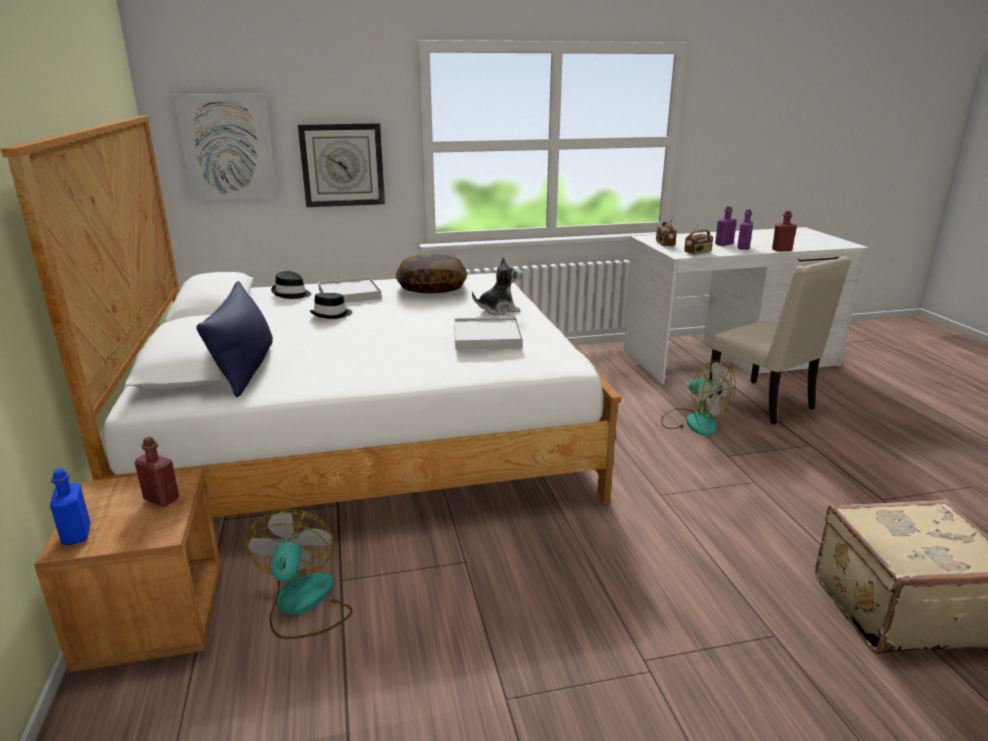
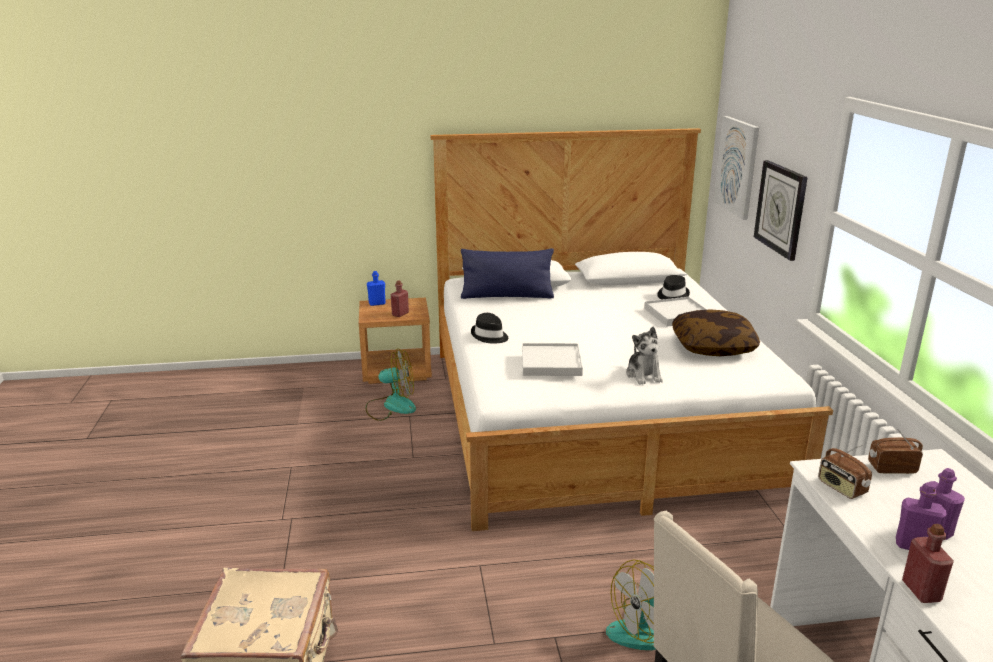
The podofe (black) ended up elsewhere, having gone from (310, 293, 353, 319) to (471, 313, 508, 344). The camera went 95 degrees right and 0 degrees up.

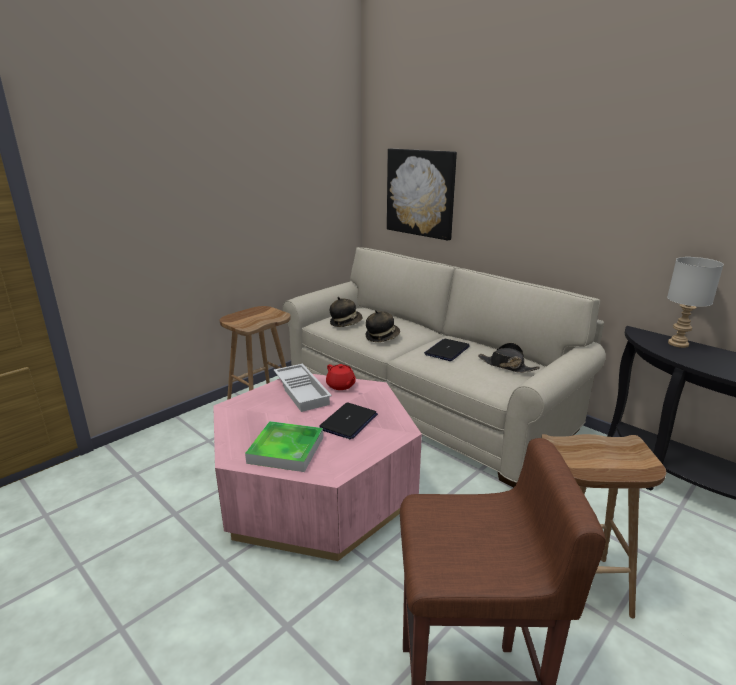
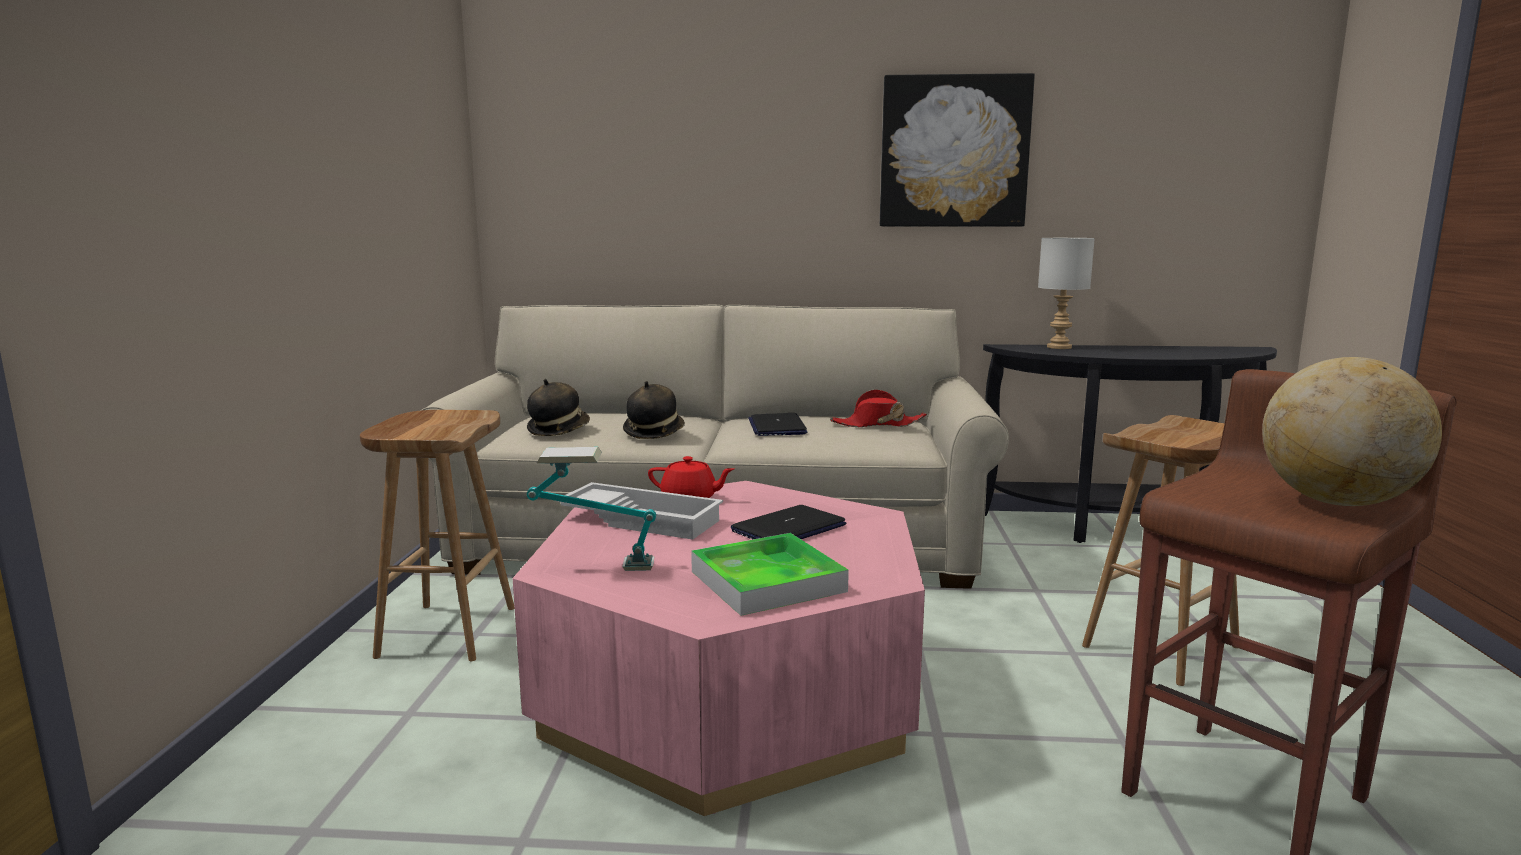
The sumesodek at (319, 402, 378, 440) ended up facing another way, 120 degrees counterclockwise from before. The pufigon ended up elsewhere, having gone from (387, 149, 457, 241) to (880, 73, 1035, 227). What was the podofe (black) at (478, 343, 540, 373) turned into the podofe (red) at (830, 390, 927, 427). The second view gained the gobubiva at (526, 447, 656, 571). The second view gained the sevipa at (1262, 357, 1442, 506). The camera went 40 degrees left and 10 degrees down.

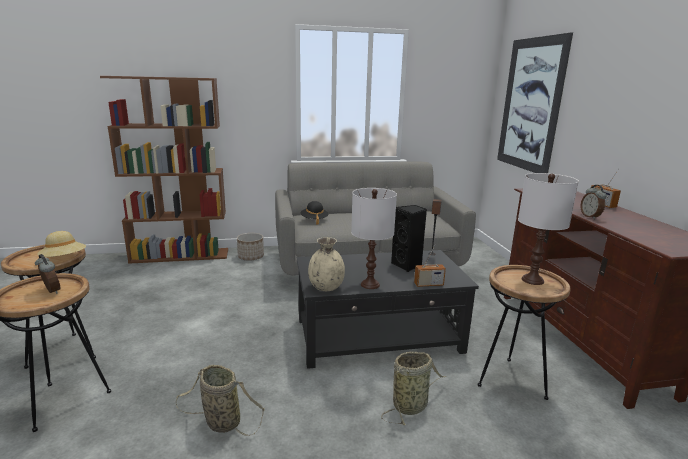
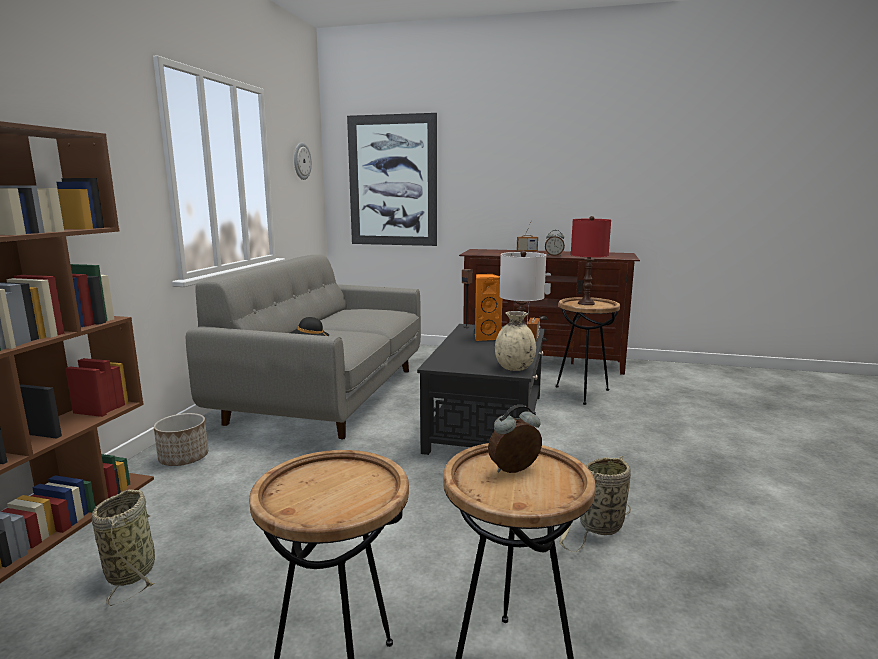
The second view lost the podofe (beige) at (37, 231, 86, 257). The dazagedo ended up elsewhere, having gone from (381, 352, 447, 425) to (92, 490, 155, 606). What was the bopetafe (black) at (391, 205, 427, 272) turned into the bopetafe (orange) at (475, 274, 502, 341). What was the gobubiva (white) at (518, 173, 579, 285) turned into the gobubiva (red) at (571, 216, 611, 305). The second view gained the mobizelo at (294, 142, 312, 180). The camera went 65 degrees left and 5 degrees down.

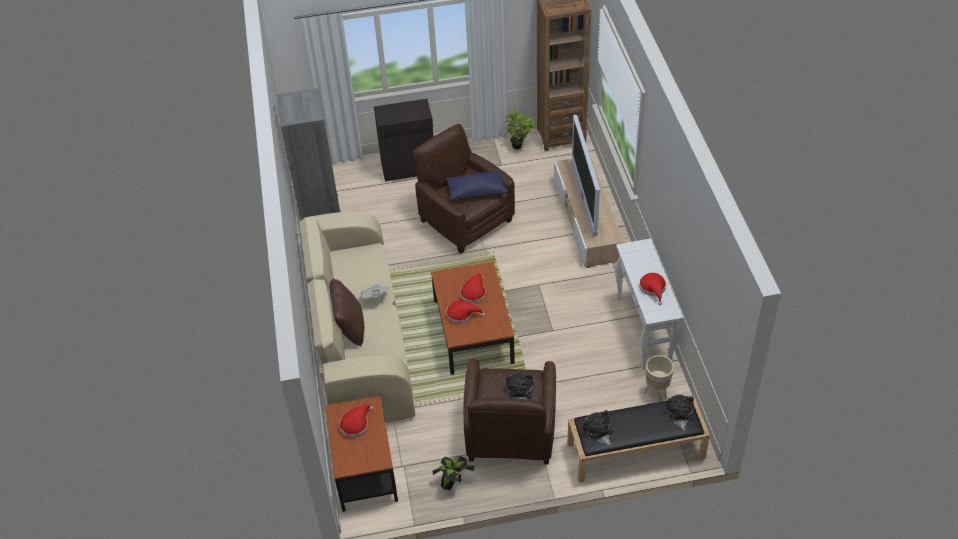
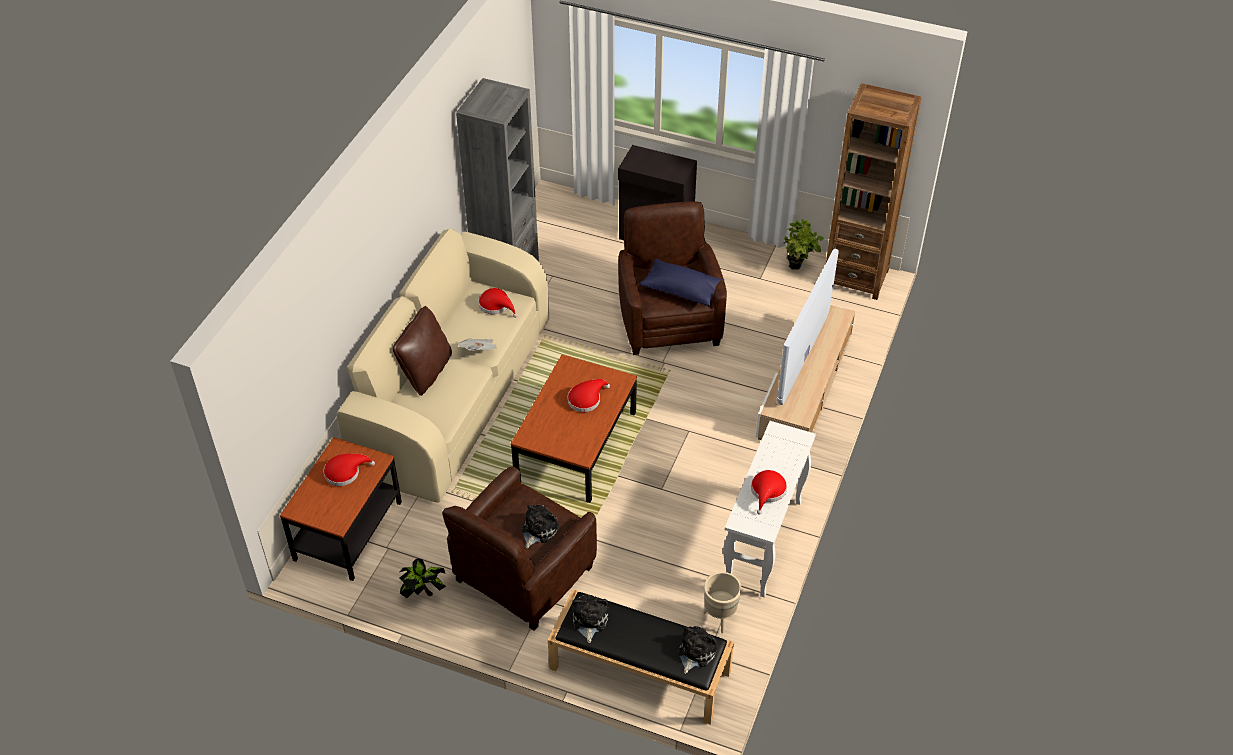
The podofe (red) ended up elsewhere, having gone from (446, 300, 485, 324) to (478, 288, 518, 318). The camera went 30 degrees right and 0 degrees up.

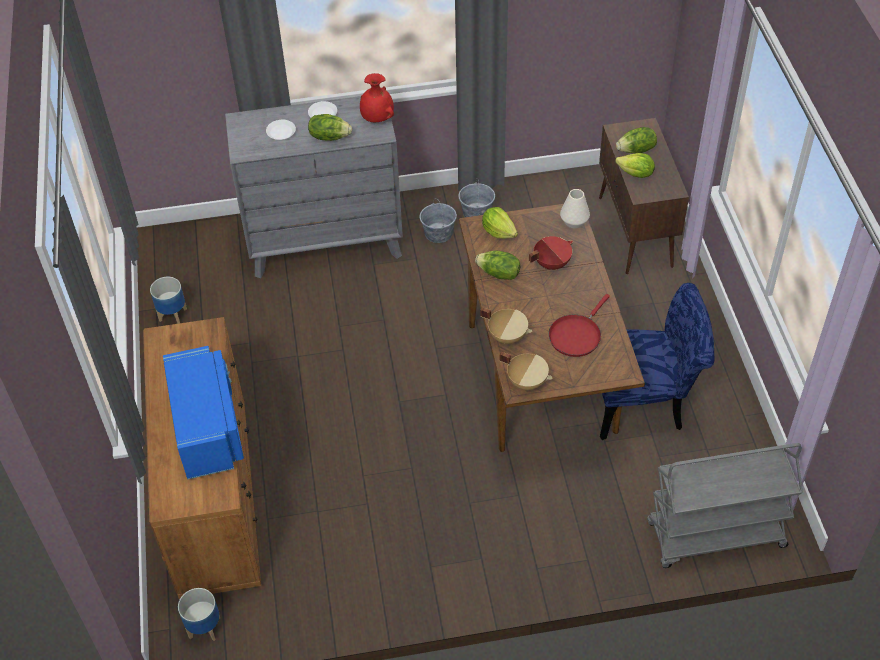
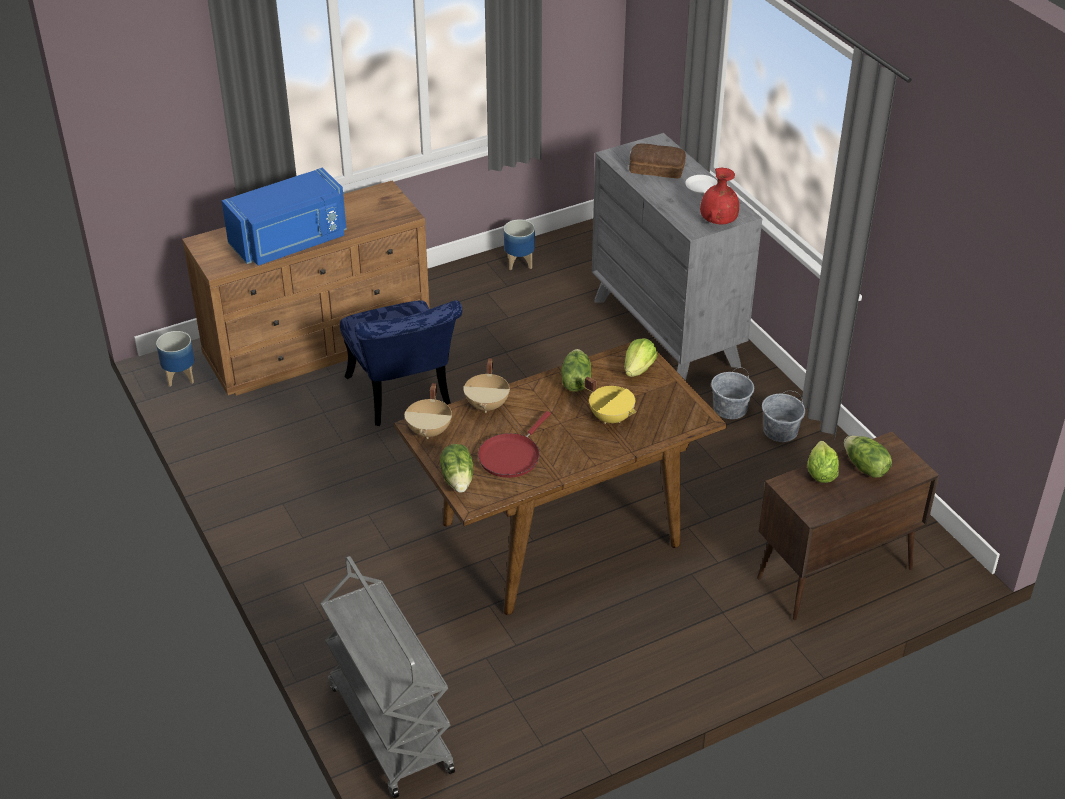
Where the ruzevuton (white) stood at (266, 120, 296, 140), the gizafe came to stand at (629, 144, 686, 178). The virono ended up elsewhere, having gone from (308, 114, 352, 141) to (440, 444, 473, 493). What was the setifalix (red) at (529, 236, 573, 270) turned into the setifalix (yellow) at (584, 376, 636, 424). The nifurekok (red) at (548, 294, 610, 357) ended up facing another way, 75 degrees counterclockwise from before. The second view lost the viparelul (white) at (560, 189, 590, 229). The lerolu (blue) ended up elsewhere, having gone from (600, 283, 714, 440) to (340, 300, 462, 426). The camera went 70 degrees right and 10 degrees down.

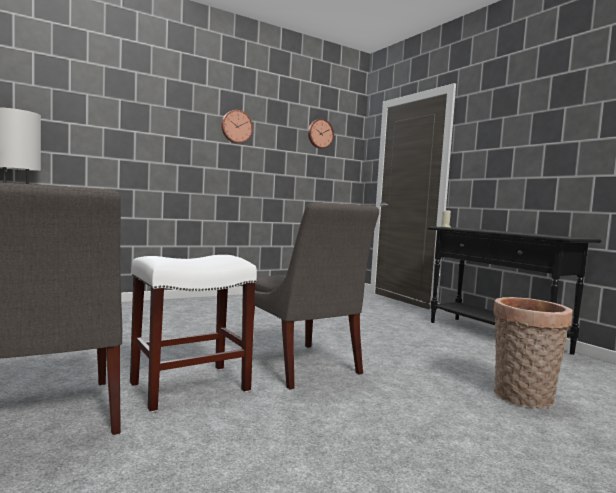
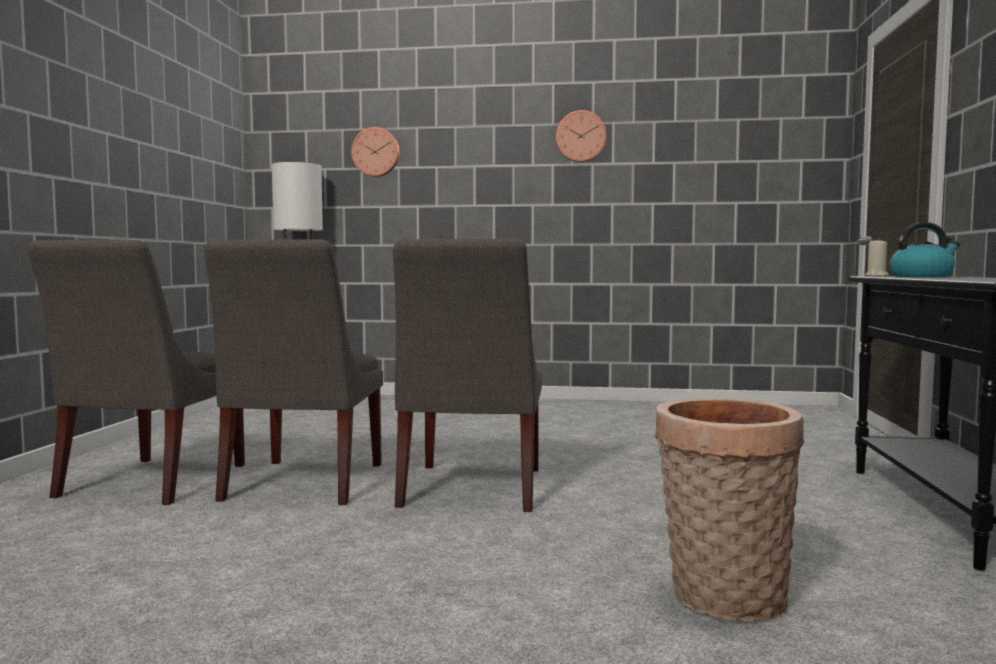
Where the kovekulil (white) stood at (130, 255, 257, 413), the lerolu (grey) came to stand at (204, 240, 383, 505). The mobizelo ended up elsewhere, having gone from (308, 119, 334, 149) to (351, 127, 399, 177). The second view gained the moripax at (890, 222, 960, 277). The camera went 40 degrees right and 0 degrees up.

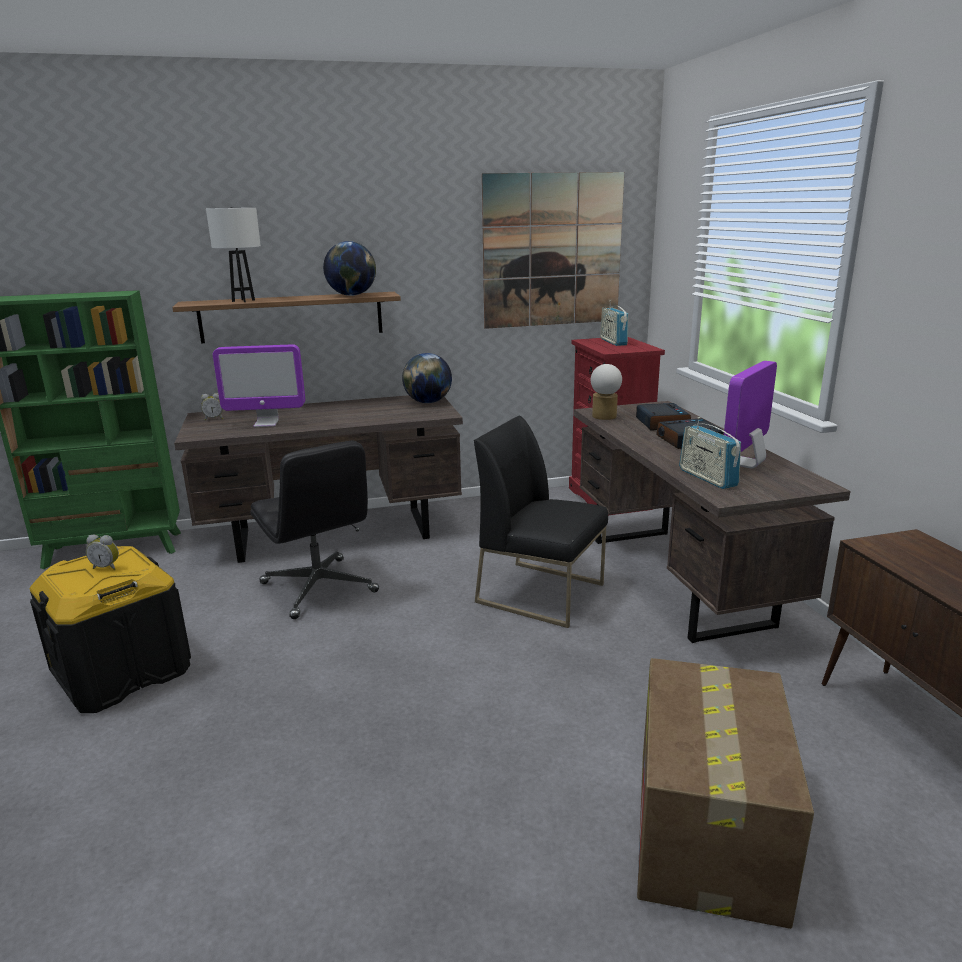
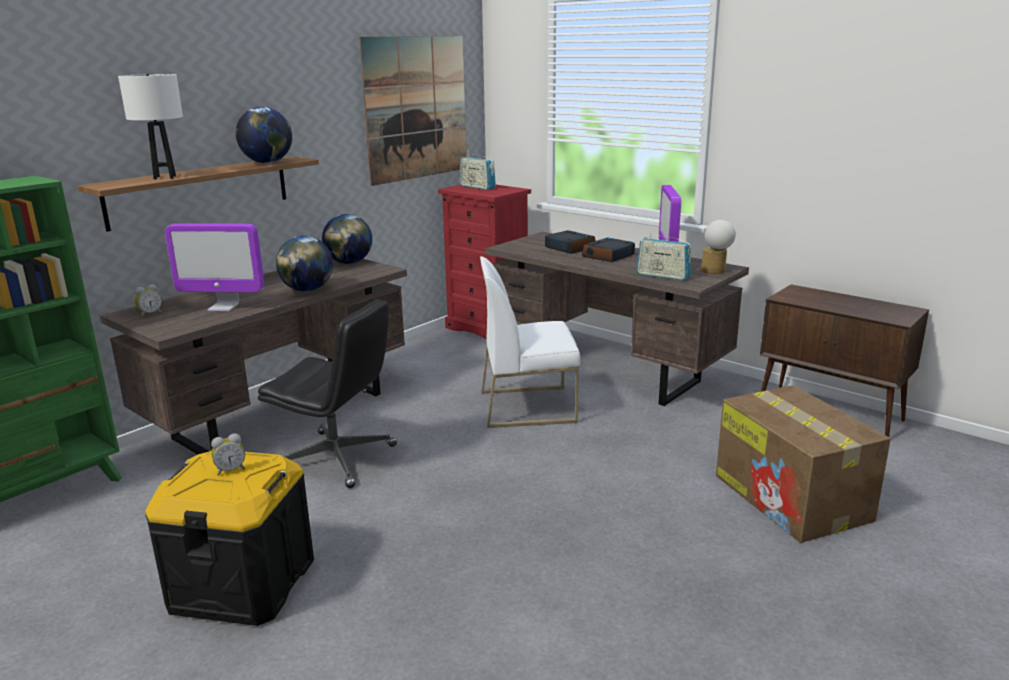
The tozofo at (213, 345, 305, 427) ended up facing another way, 45 degrees clockwise from before. What was the lerolu (black) at (474, 416, 608, 628) turned into the lerolu (white) at (480, 256, 580, 428). The gobubiva ended up elsewhere, having gone from (591, 364, 622, 420) to (701, 220, 736, 274). The second view gained the sevipa at (276, 236, 333, 292). The camera went 35 degrees left and 0 degrees up.

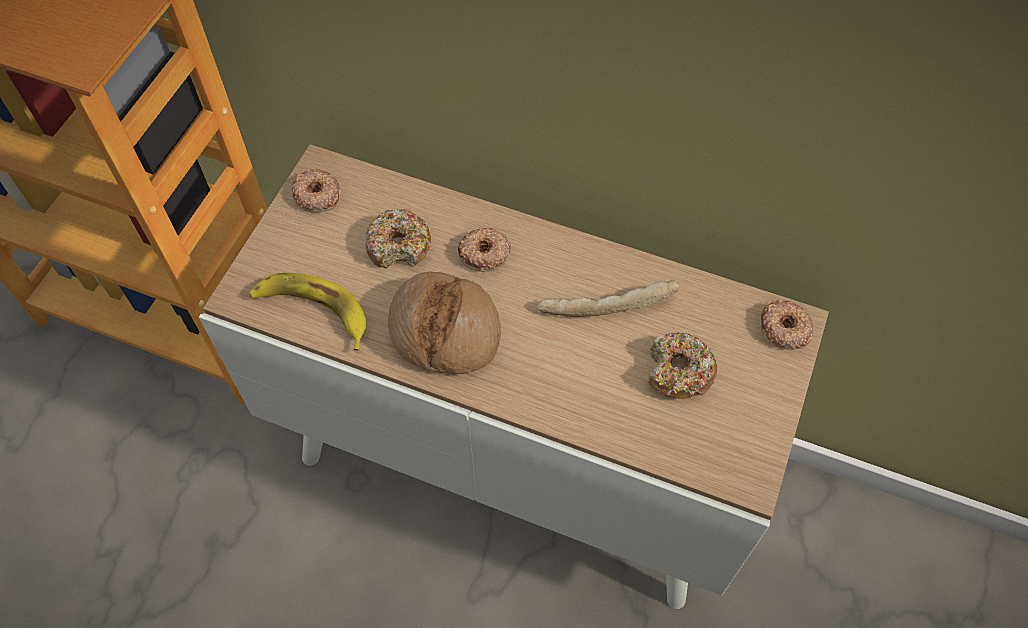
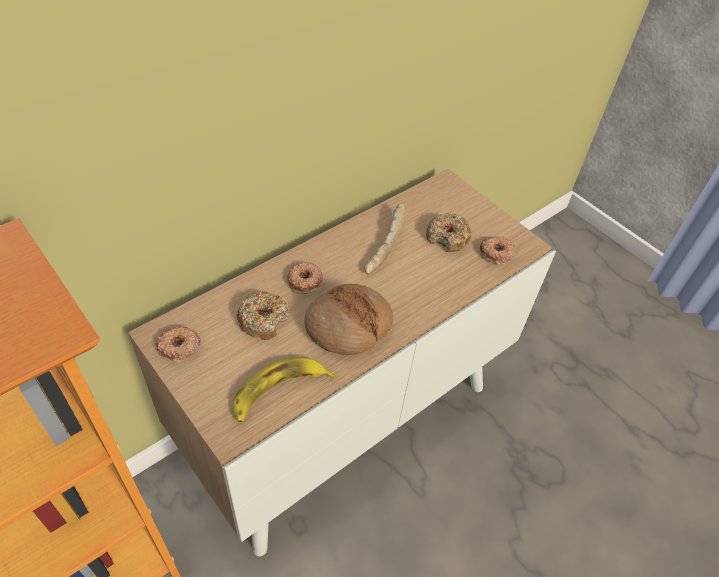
The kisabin ended up elsewhere, having gone from (760, 299, 813, 350) to (479, 236, 516, 264). The camera went 65 degrees left and 10 degrees down.

